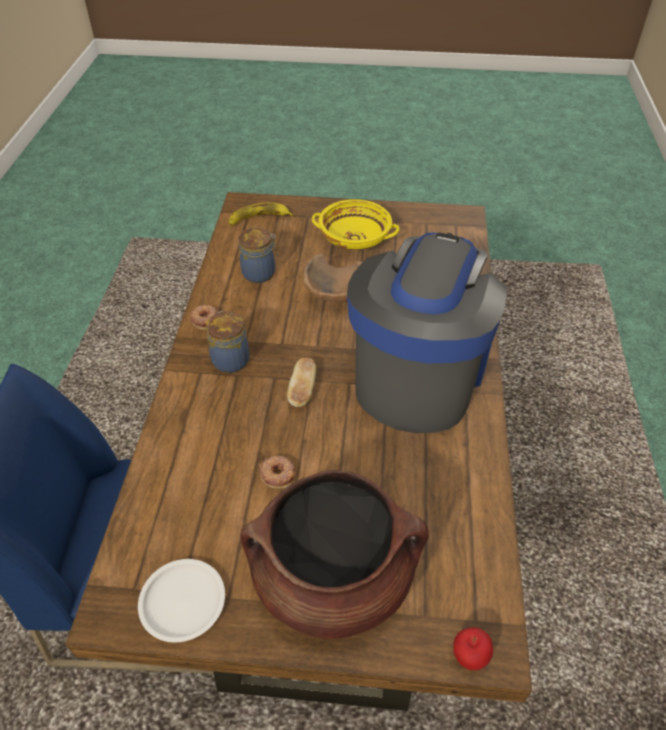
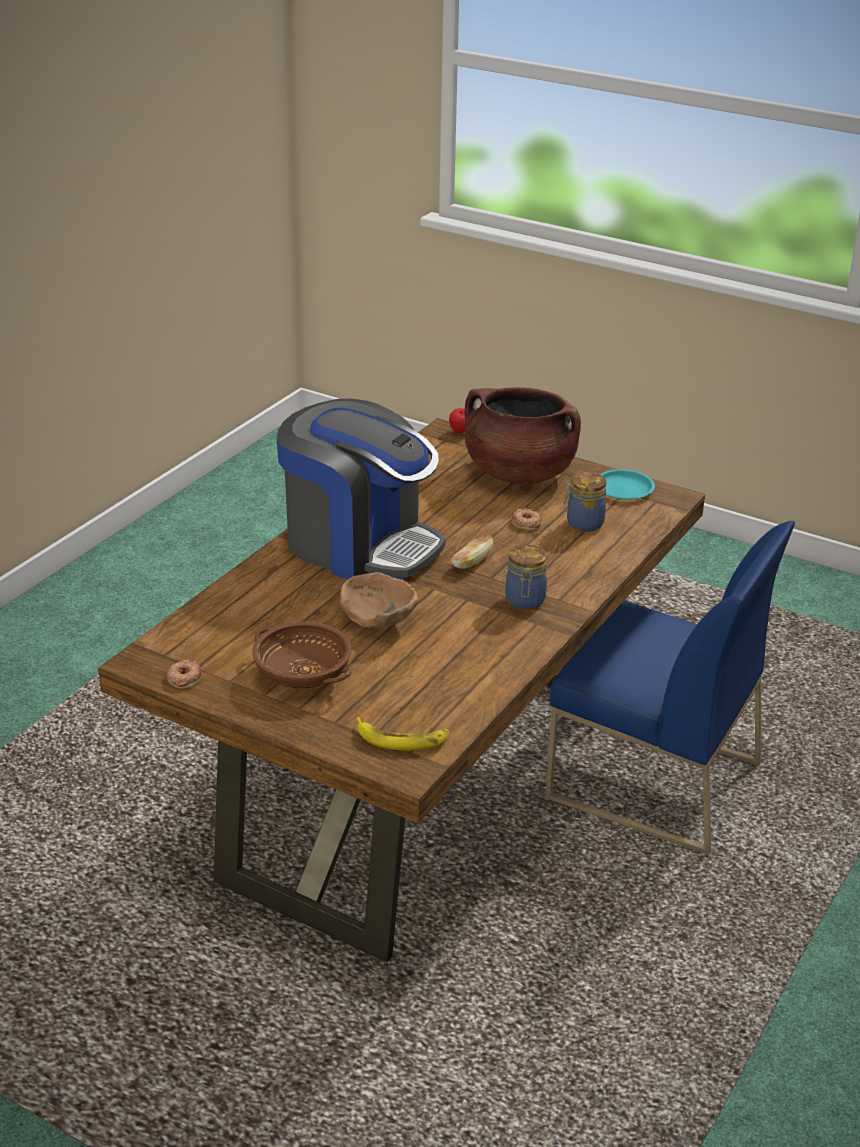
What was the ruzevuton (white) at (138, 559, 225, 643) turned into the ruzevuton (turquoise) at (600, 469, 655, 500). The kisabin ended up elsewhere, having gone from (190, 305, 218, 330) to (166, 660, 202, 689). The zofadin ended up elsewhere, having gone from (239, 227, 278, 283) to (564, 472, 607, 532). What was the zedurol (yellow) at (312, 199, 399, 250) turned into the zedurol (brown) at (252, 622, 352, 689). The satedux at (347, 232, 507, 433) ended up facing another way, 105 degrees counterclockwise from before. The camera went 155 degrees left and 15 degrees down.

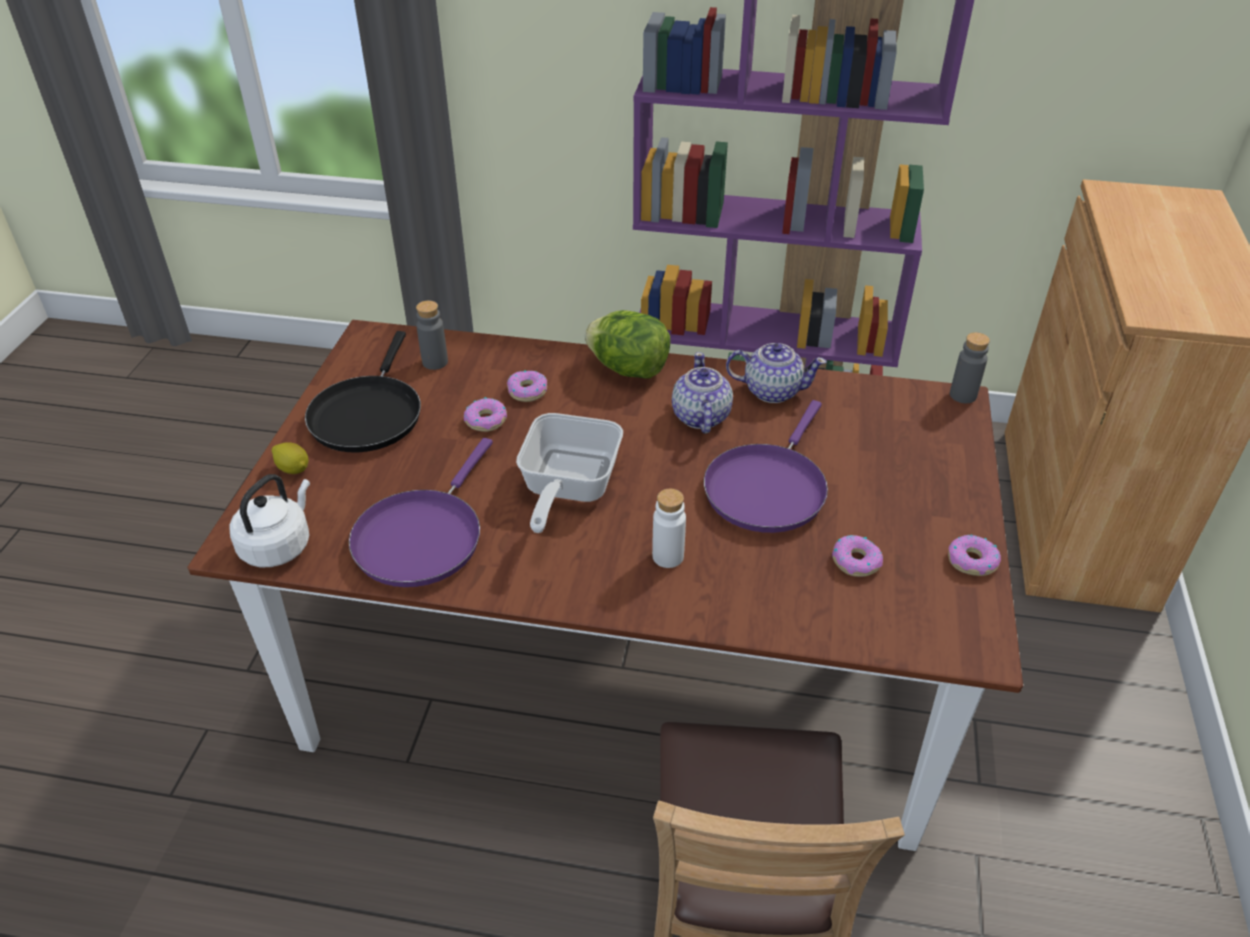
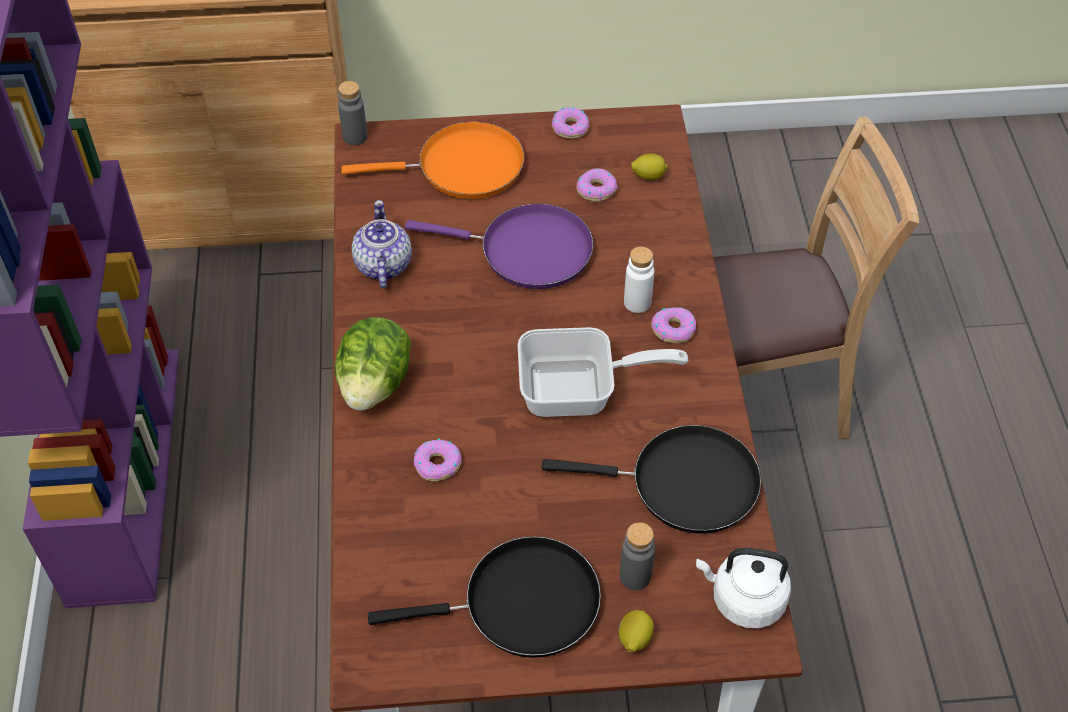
What was the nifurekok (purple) at (349, 438, 493, 587) turned into the nifurekok (black) at (542, 425, 761, 534). The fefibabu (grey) ended up elsewhere, having gone from (416, 301, 448, 370) to (620, 522, 655, 590). The kisabin ended up elsewhere, having gone from (464, 397, 507, 432) to (651, 307, 696, 343). The second view lost the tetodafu at (672, 352, 733, 434). The second view gained the nifurekok (orange) at (341, 121, 525, 199). The second view gained the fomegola at (631, 153, 668, 180). The camera went 105 degrees left and 10 degrees up.

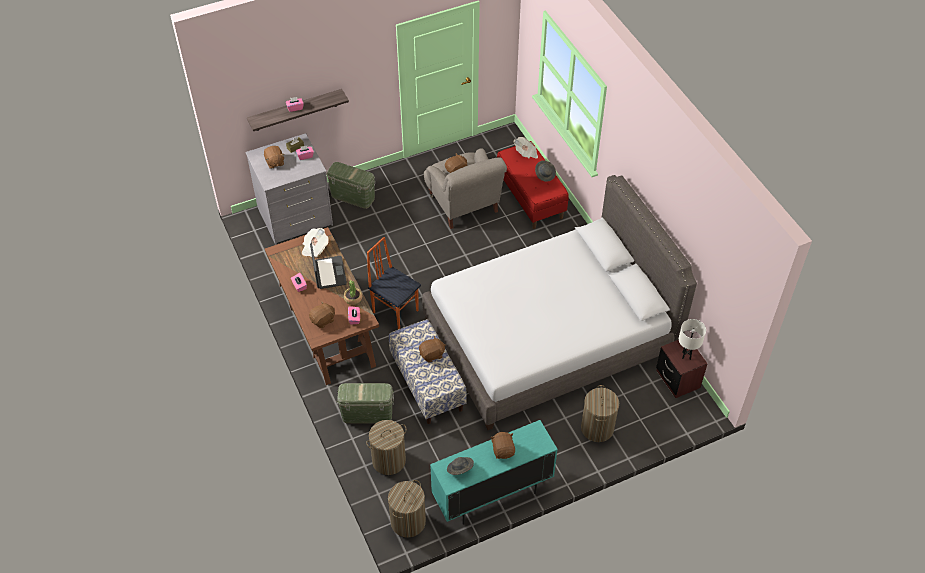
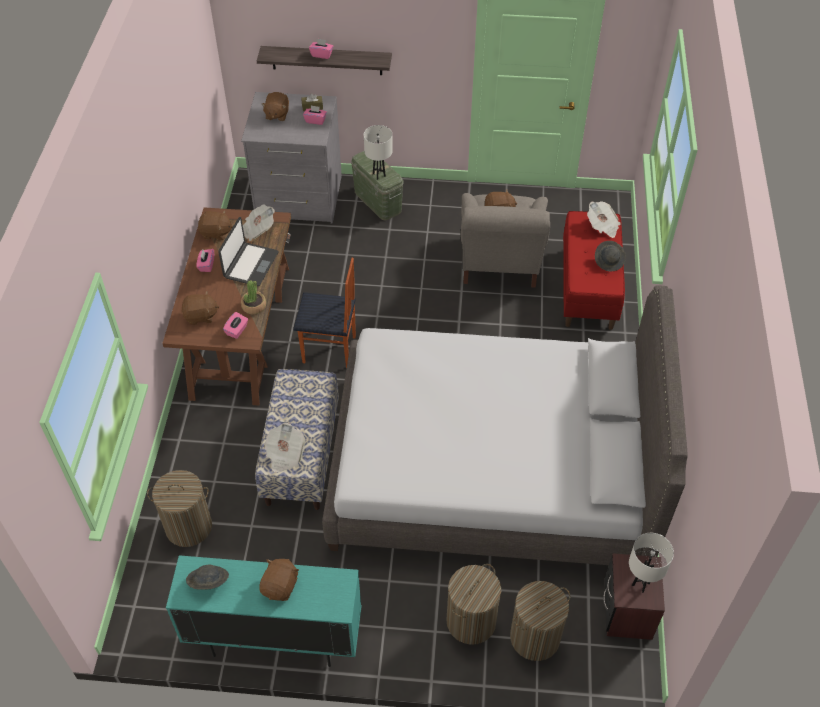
The second view lost the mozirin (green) at (336, 383, 394, 424). The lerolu at (367, 237, 421, 329) ended up facing another way, 120 degrees clockwise from before. The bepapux ended up elsewhere, having gone from (388, 480, 426, 538) to (510, 581, 570, 661). The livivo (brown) ended up elsewhere, having gone from (419, 336, 446, 363) to (198, 211, 233, 240). The second view gained the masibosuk at (264, 423, 306, 473). The second view gained the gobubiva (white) at (364, 125, 392, 180). The camera went 30 degrees right and 0 degrees up.

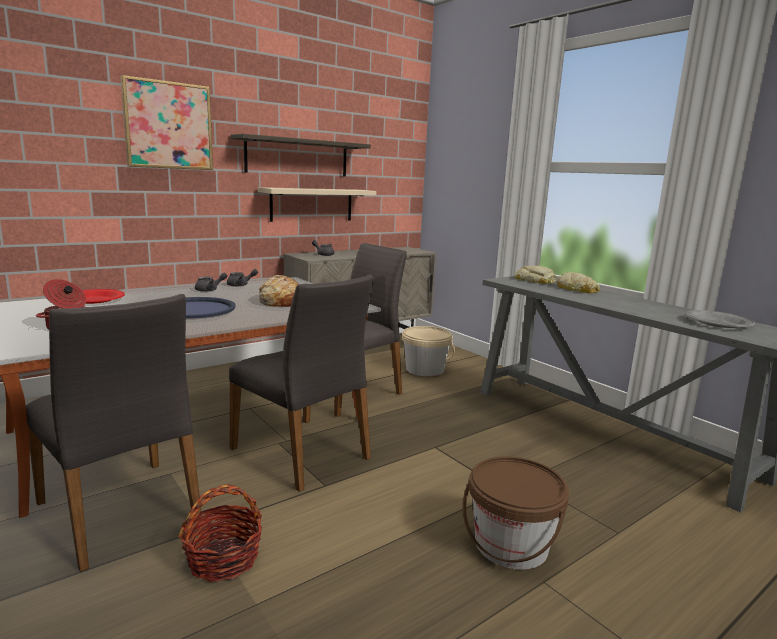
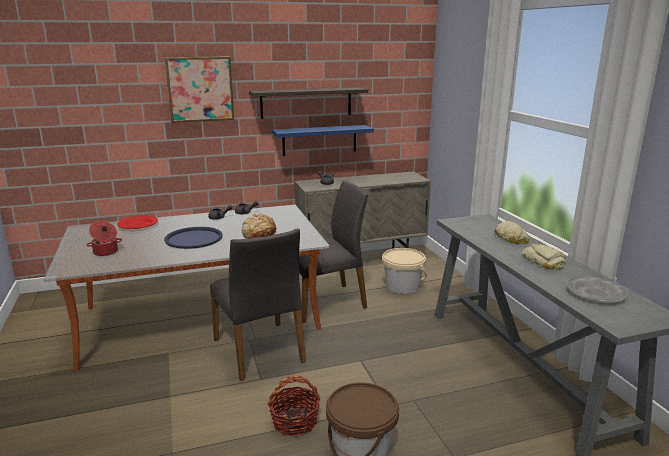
The second view lost the lerolu (grey) at (26, 294, 202, 572). The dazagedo ended up elsewhere, having gone from (178, 484, 262, 582) to (267, 376, 320, 436). What was the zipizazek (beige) at (258, 187, 376, 222) turned into the zipizazek (blue) at (272, 125, 374, 156). The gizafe ended up elsewhere, having gone from (515, 266, 556, 284) to (522, 244, 566, 270). The camera went 20 degrees right and 5 degrees up.

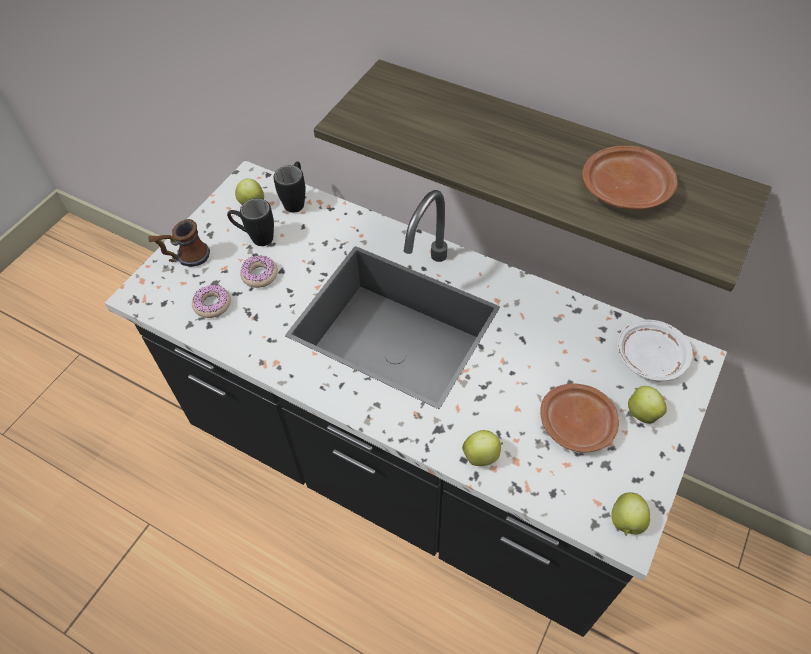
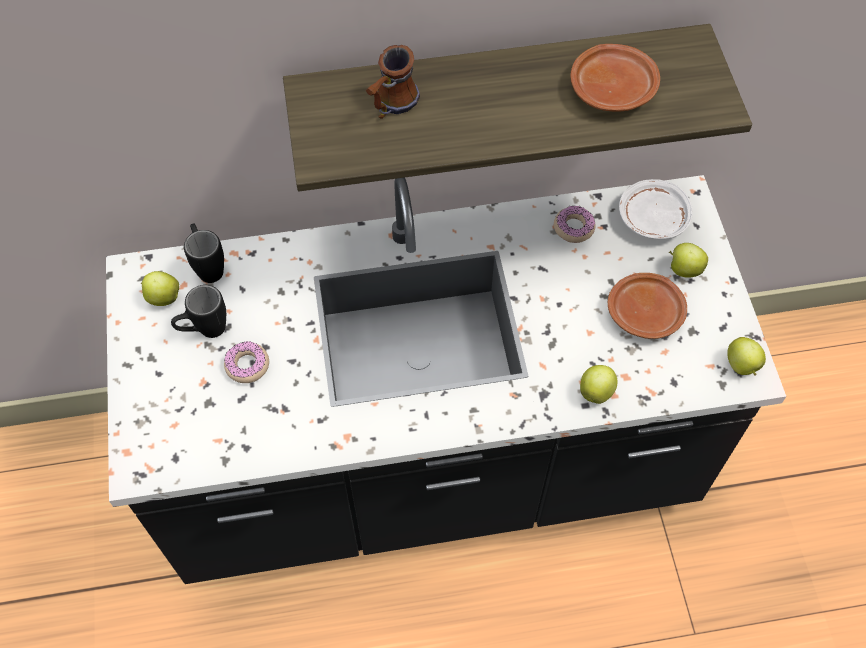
The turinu ended up elsewhere, having gone from (148, 219, 210, 267) to (366, 45, 420, 119). The kisabin ended up elsewhere, having gone from (192, 285, 231, 318) to (554, 206, 595, 243). The camera went 40 degrees left and 5 degrees up.

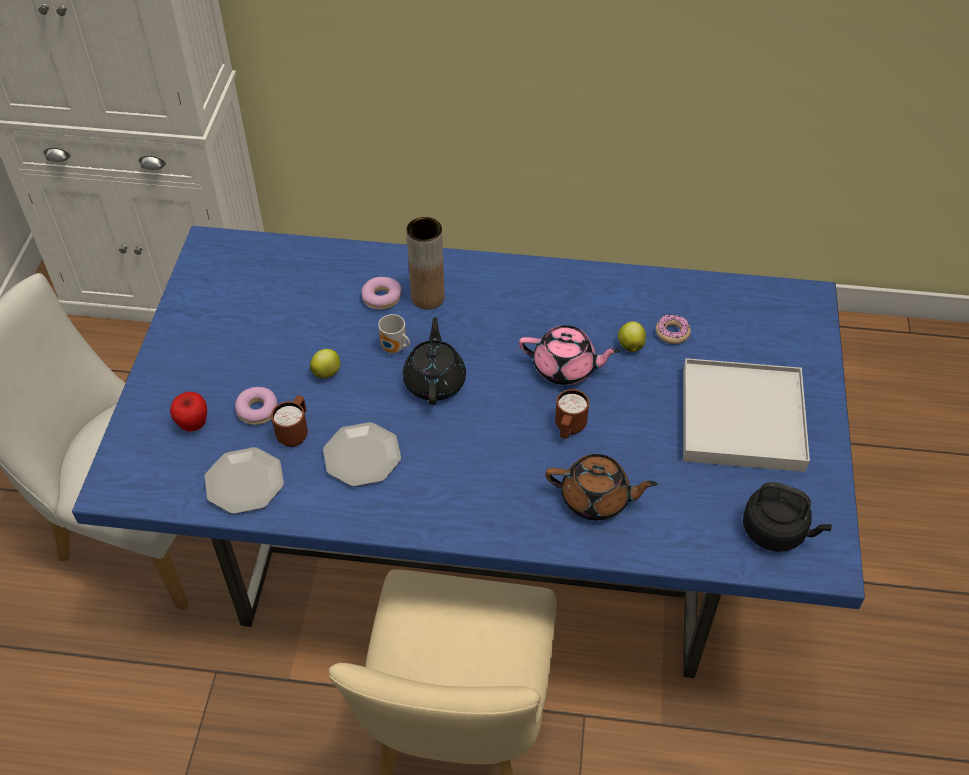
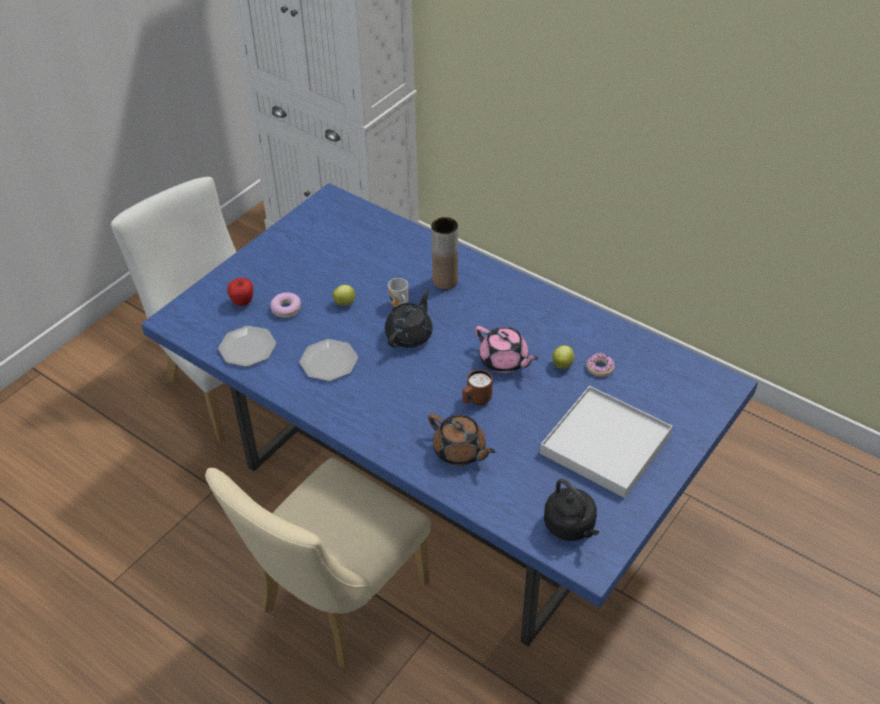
The second view lost the turinu (brown) at (271, 395, 308, 447). The second view lost the kisabin at (361, 277, 402, 310). The camera went 30 degrees right and 5 degrees down.

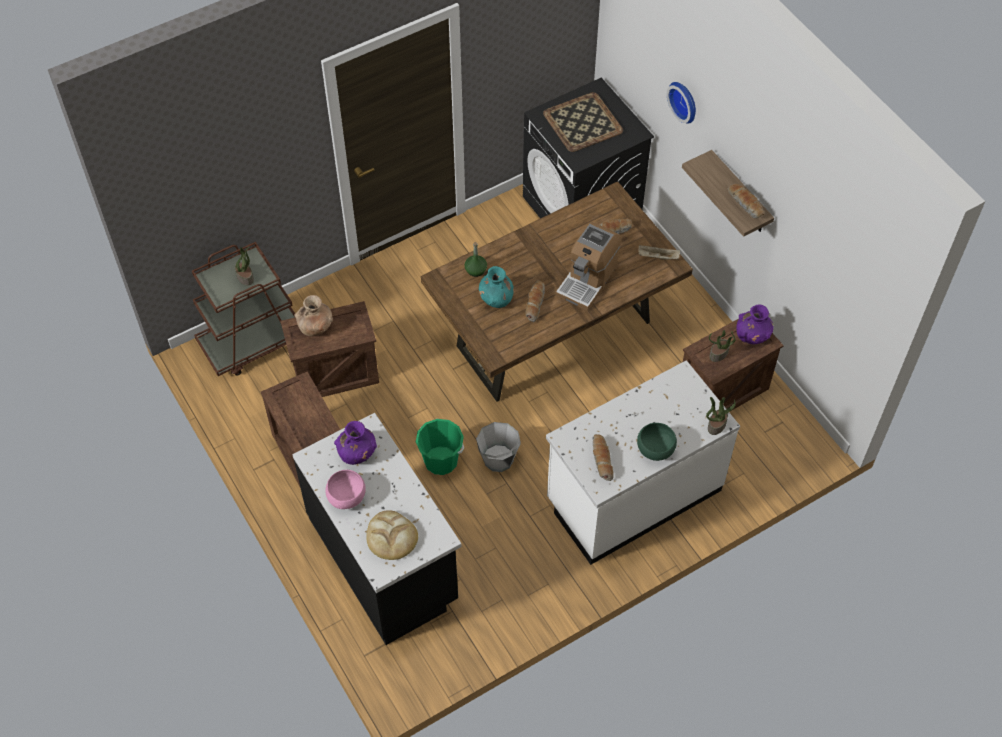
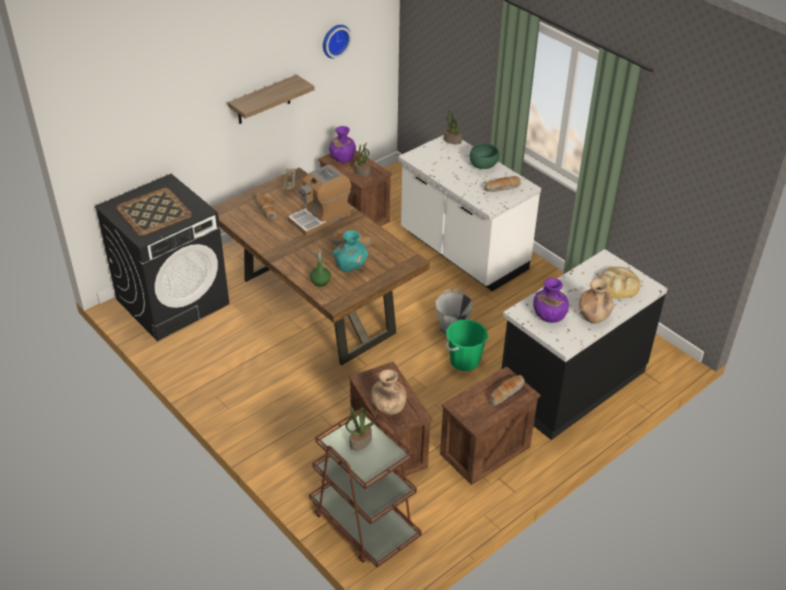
Where the zedurol (pink) stood at (325, 470, 366, 509), the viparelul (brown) came to stand at (579, 279, 614, 324). The satedux at (556, 222, 621, 311) ended up facing another way, 120 degrees clockwise from before. The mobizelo ended up elsewhere, having gone from (667, 82, 696, 124) to (323, 25, 352, 59). The gizafe ended up elsewhere, having gone from (727, 183, 764, 219) to (490, 375, 525, 406). The camera went 100 degrees left and 15 degrees down.

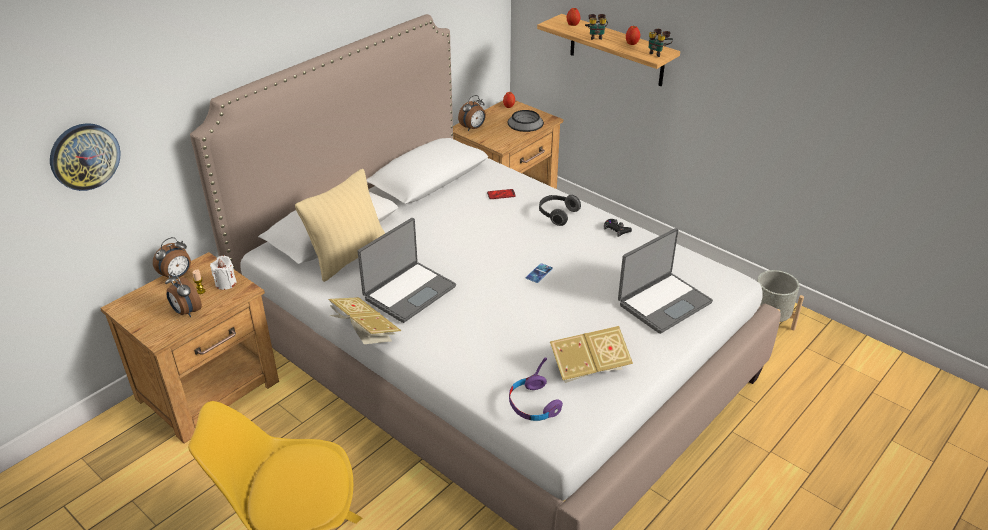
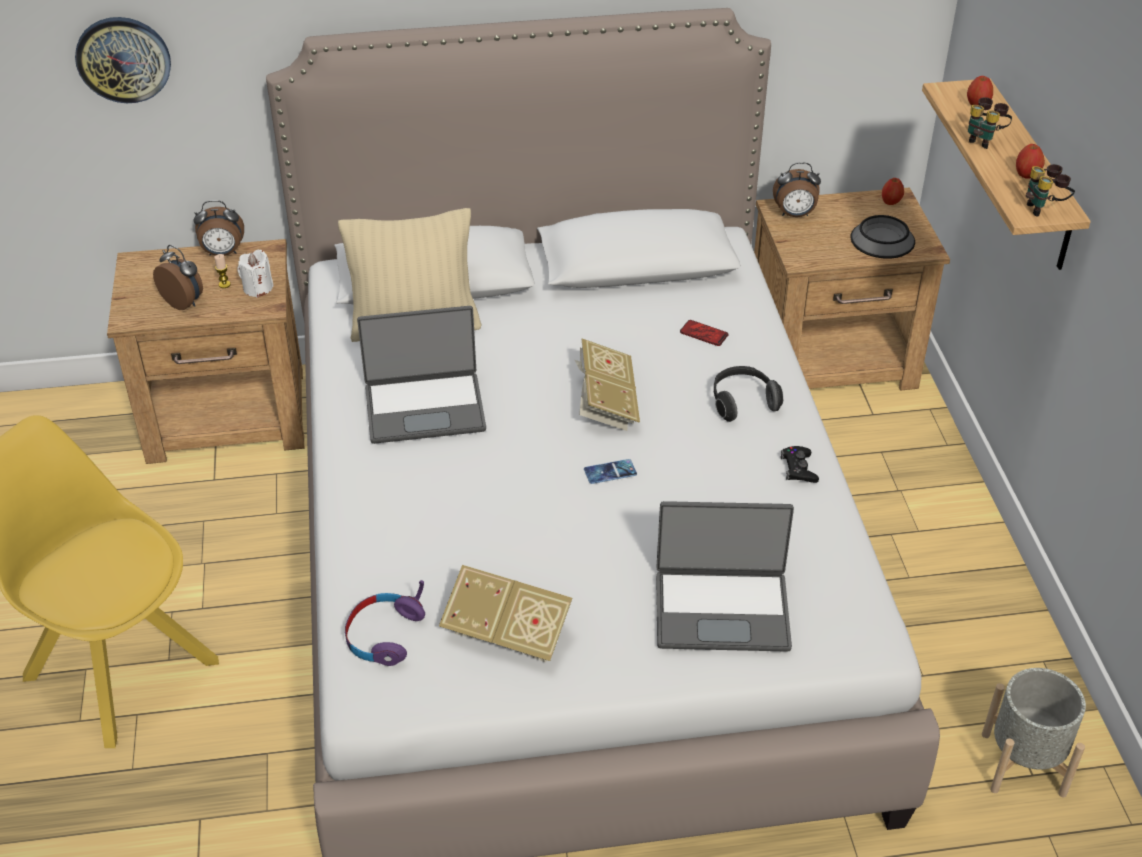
The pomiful at (165, 272, 202, 317) ended up facing another way, 135 degrees clockwise from before. The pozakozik ended up elsewhere, having gone from (328, 297, 402, 344) to (575, 339, 640, 431). The camera went 40 degrees right and 5 degrees up.

